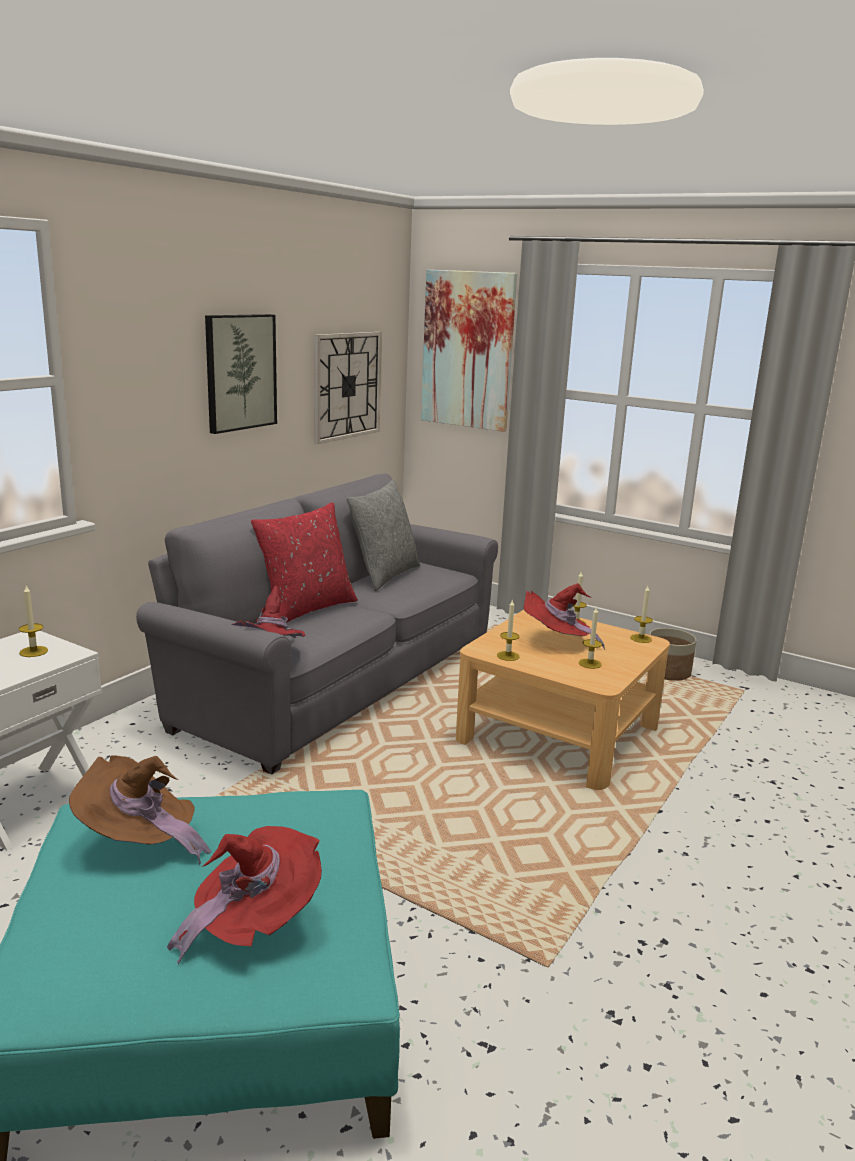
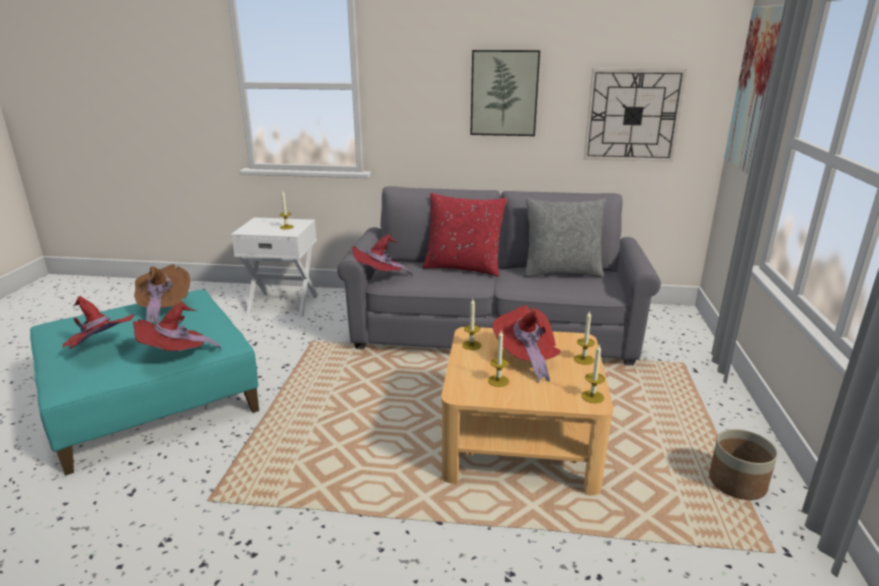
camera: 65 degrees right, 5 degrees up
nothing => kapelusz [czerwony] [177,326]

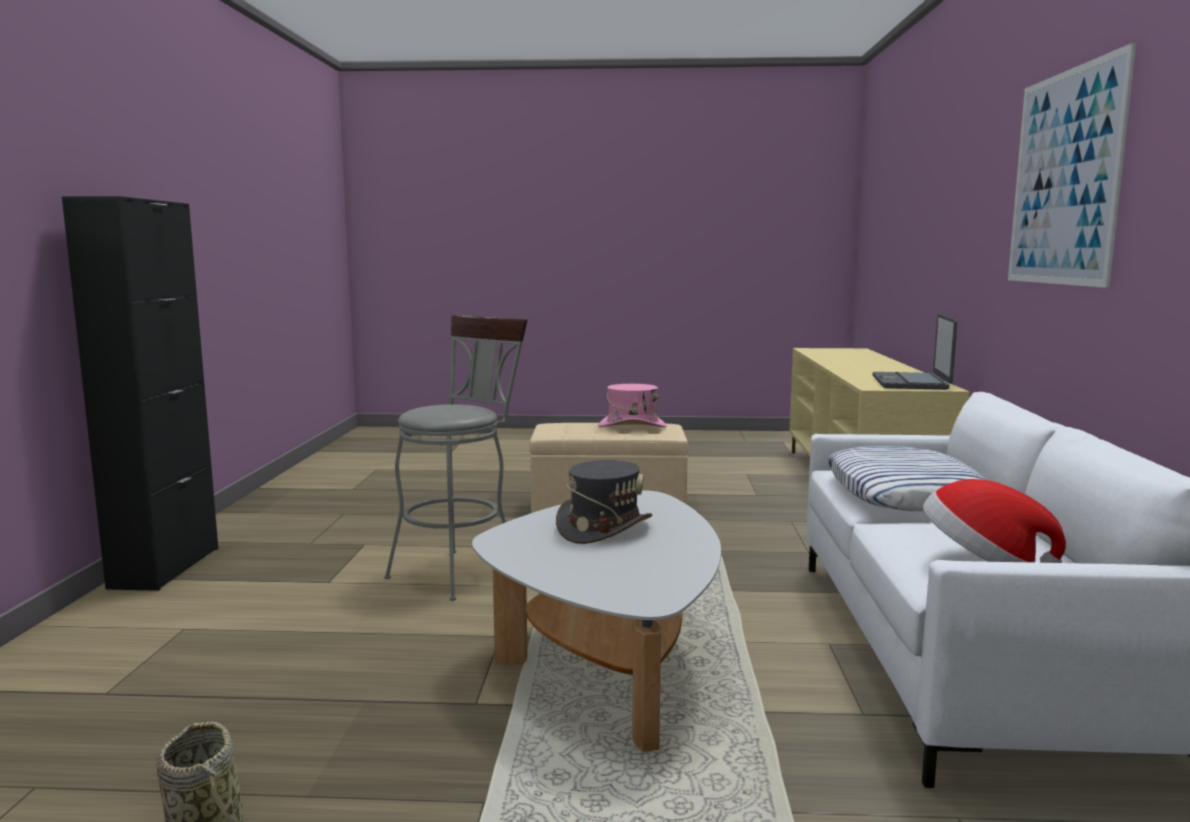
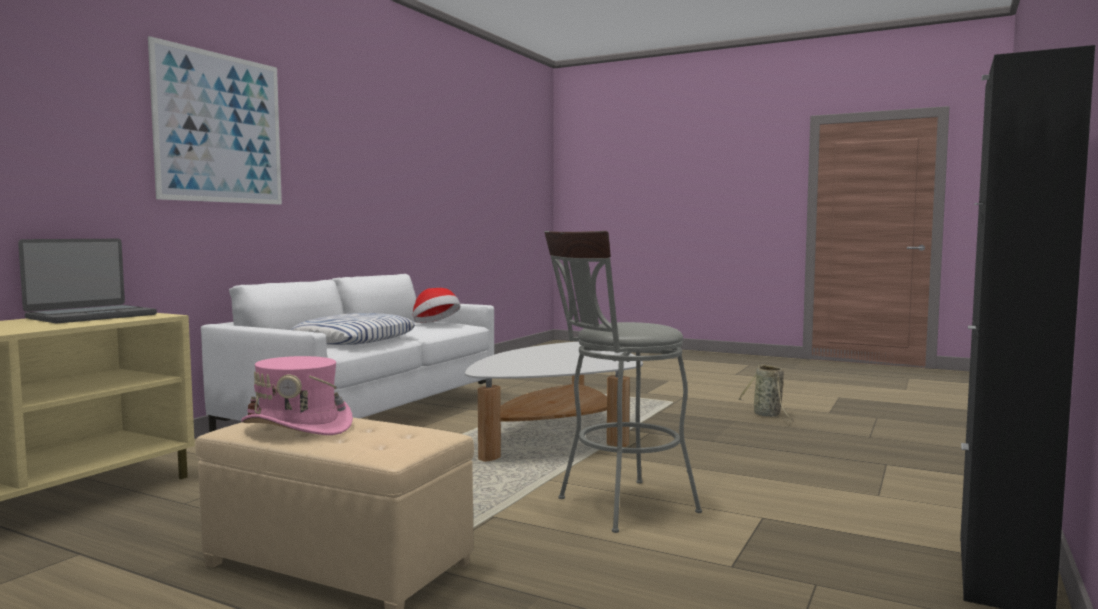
camera: 155 degrees left, 5 degrees down
kapelusz [szary] [604,502] => nothing

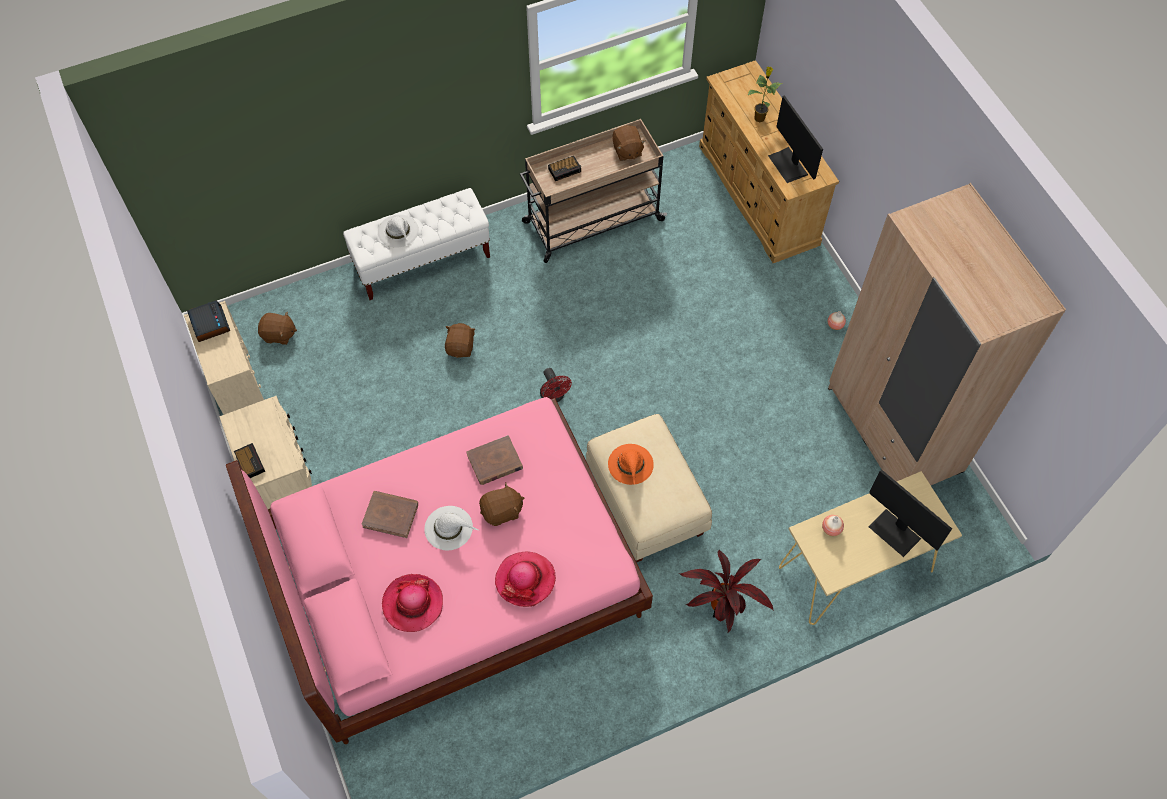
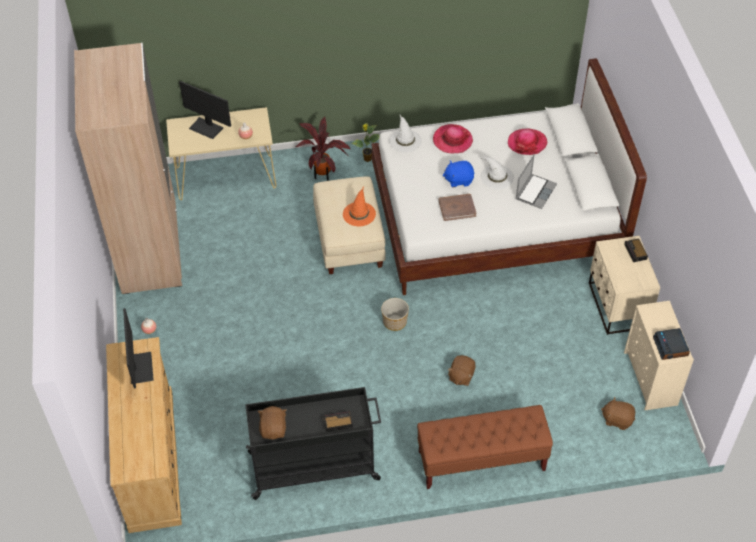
camera: 165 degrees left, 10 degrees down
łóżko [różowy] [439,570] => łóżko [biały] [509,176]
ławka [biały] [416,244] => ławka [brązowy] [485,447]
książka [brązowy] [390,514] => laptop [536,181]
kapelusz [biały] [398,231] => kapelusz [biały] [405,134], moved
pluszak [brązowy] [501,504] => pluszak [niebieski] [458,173]
wózek [beżowy] [593,191] => wózek [czarny] [313,443]
wentylator [czerwony] [556,385] => donica [395,314]
roślina doniczkowa [765,94] => roślina doniczkowa [366,142], moved
monitor [910,513] => monitor [205,110], 150 degrees clockwise

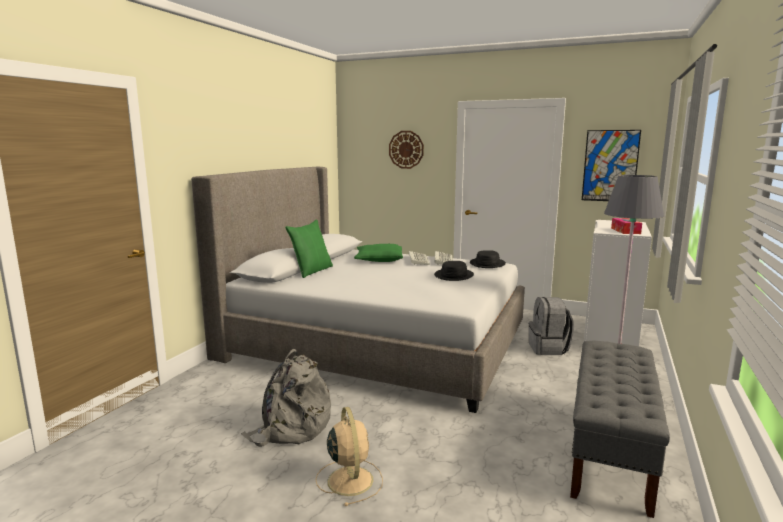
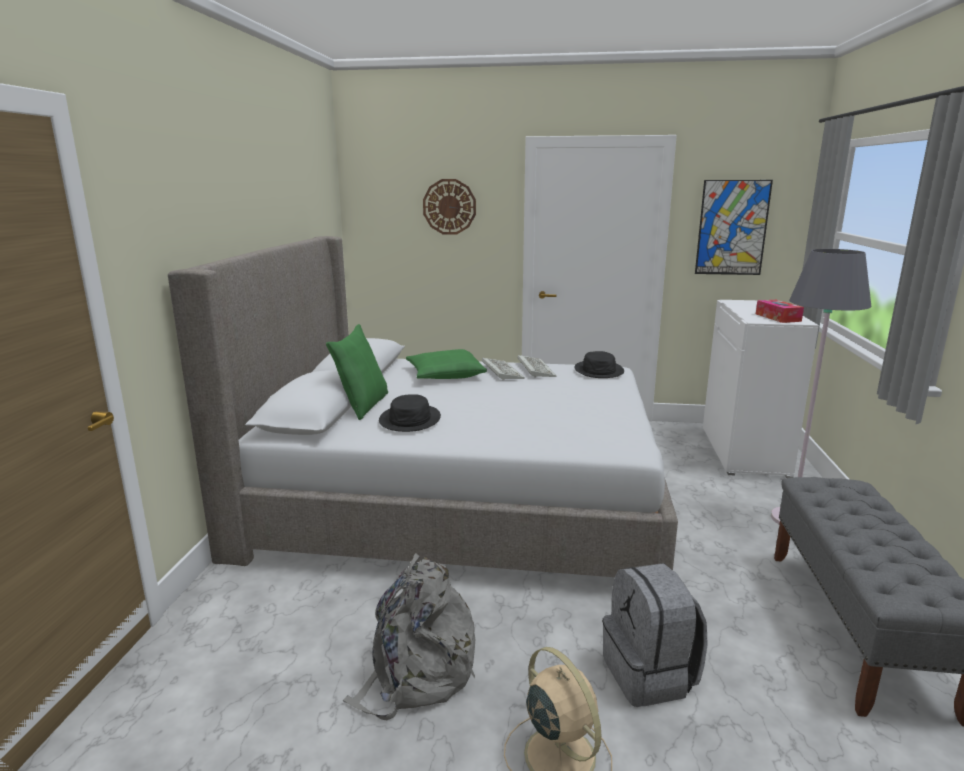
camera: 15 degrees left, 5 degrees up
kapelusz [czarny] [454,271] => kapelusz [czarny] [410,413], moved
plecak [szary] [551,326] => plecak [szary] [655,635], moved

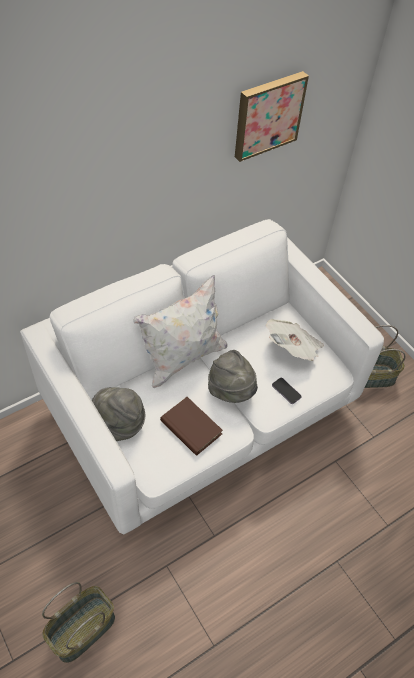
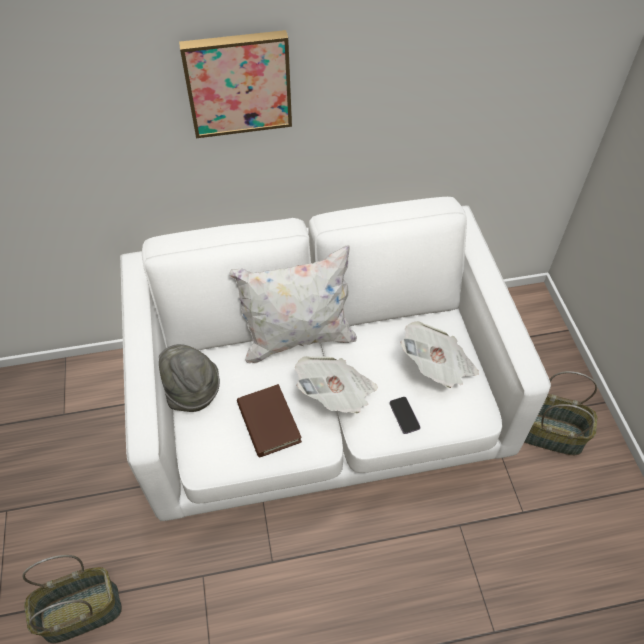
camera: 25 degrees right, 0 degrees up
kapelusz [szary] [233,376] => gazeta [336,385]
obraz [272,116] => obraz [235,84], moved

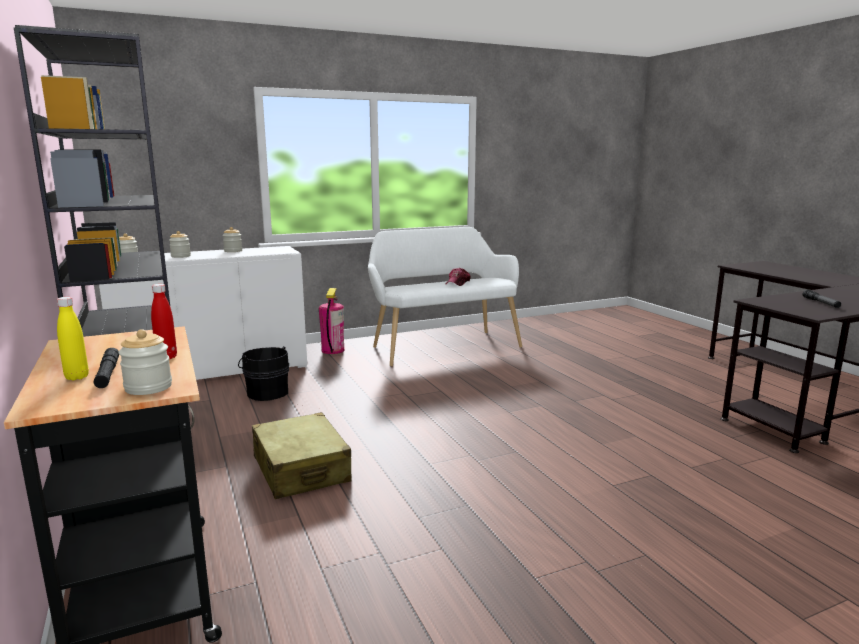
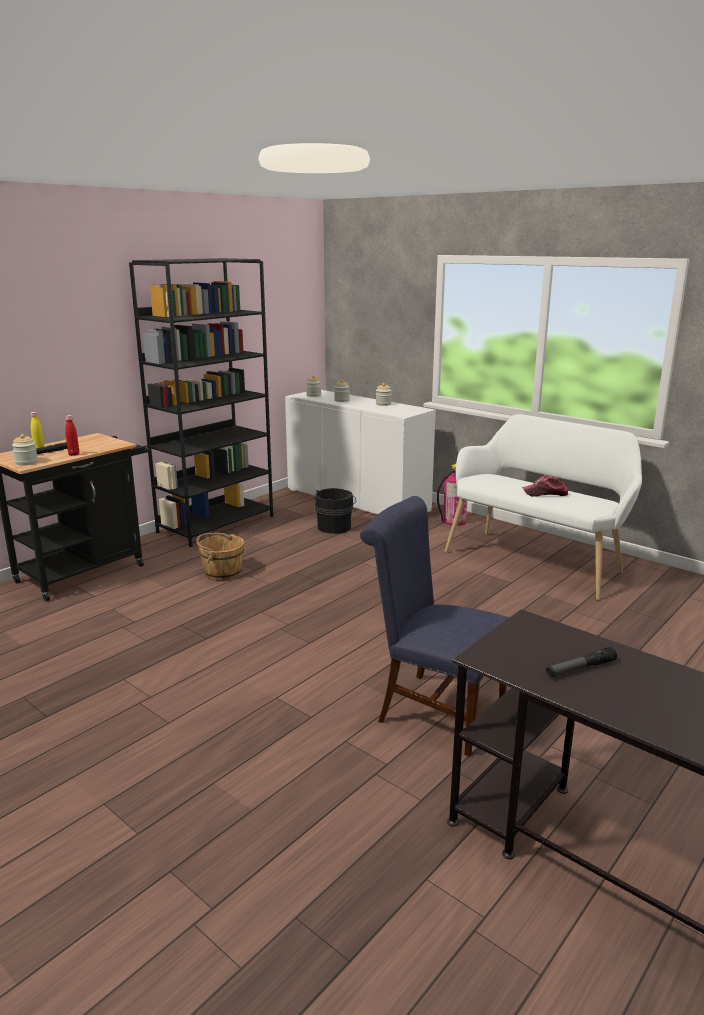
camera: 65 degrees right, 5 degrees up
walizka [beżowy] [302,455] => wiadro [brązowy] [220,556]
nothing => krzesło [niebieski] [435,626]

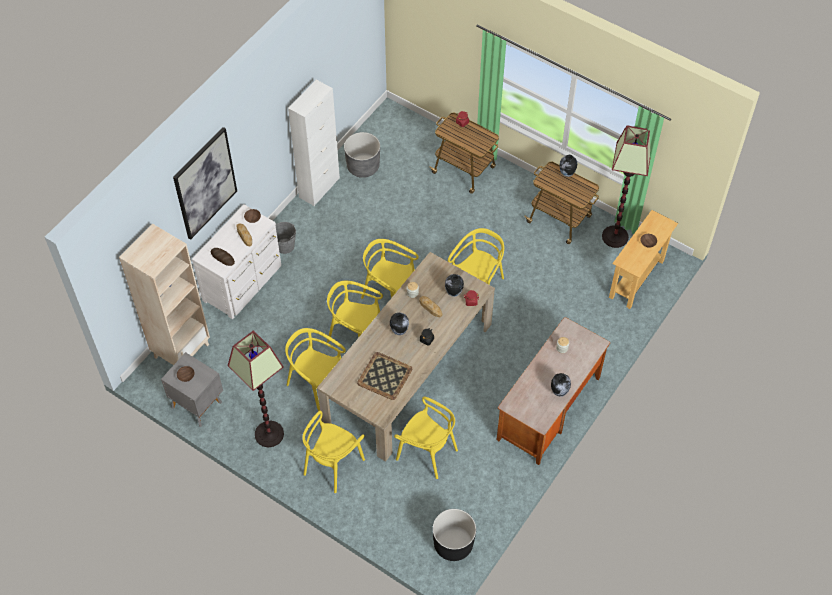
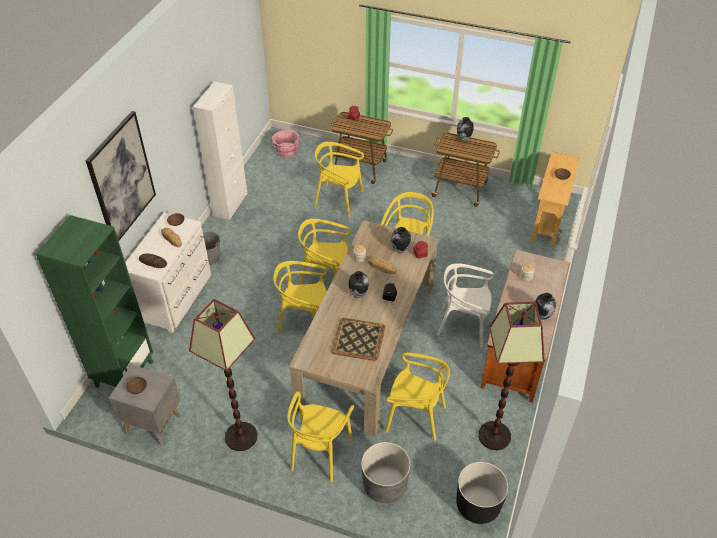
camera: 15 degrees left, 10 degrees down
regał [beżowy] [164,294] => regał [zielony] [94,301]
krzesło [żółty] [315,369] => krzesło [żółty] [339,179], moved
donica [szary] [362,155] => donica [szary] [386,472], moved
lampa stojąca [626,187] => lampa stojąca [511,376], moved
nothing => wiadro [różowy] [286,143]
nothing => krzesło [biały] [465,305]

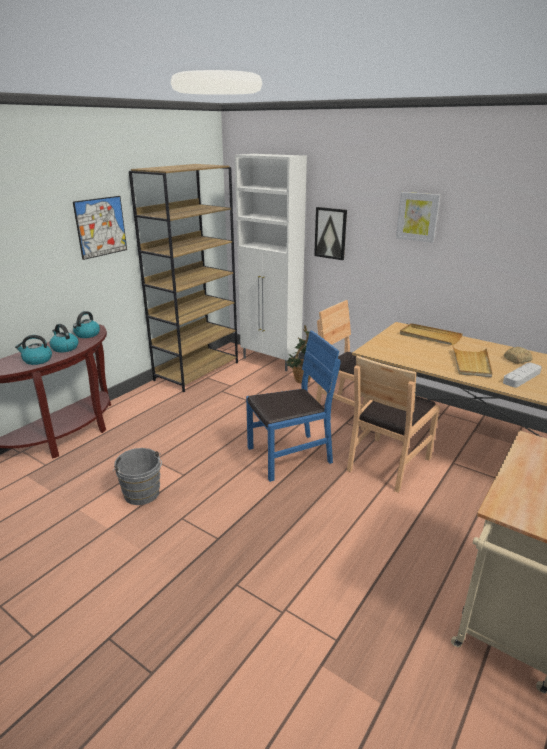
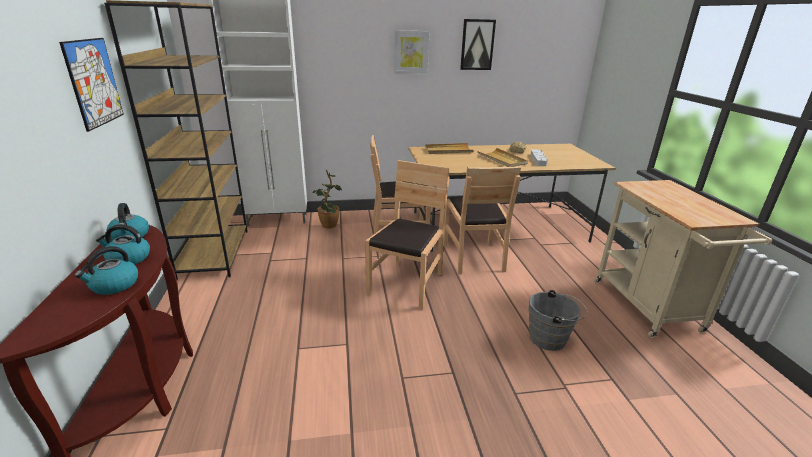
camera: 45 degrees left, 0 degrees up
wiadro [szary] [137,476] => wiadro [szary] [558,320], moved
krzesło [niebieski] [293,406] => krzesło [brązowy] [407,235]
obraz [330,233] => obraz [478,44], moved

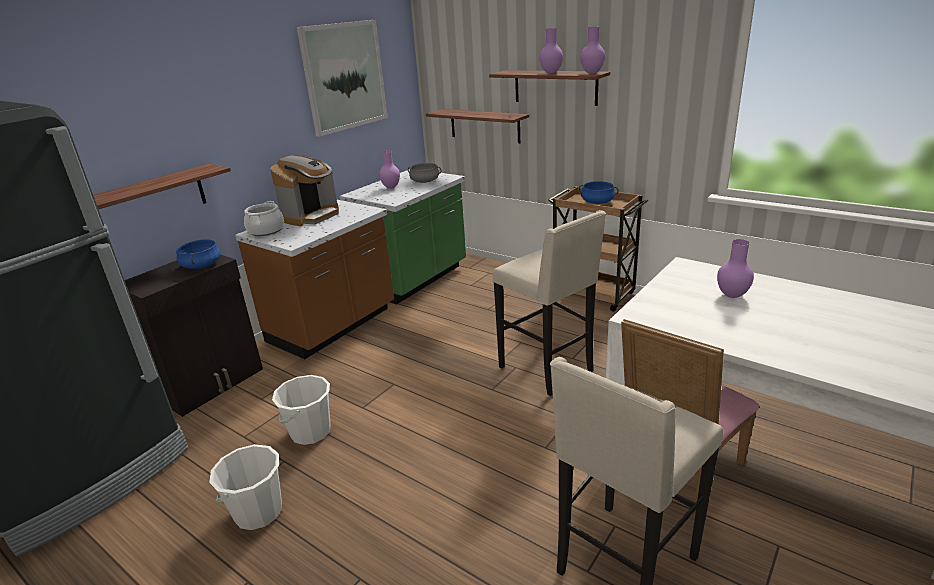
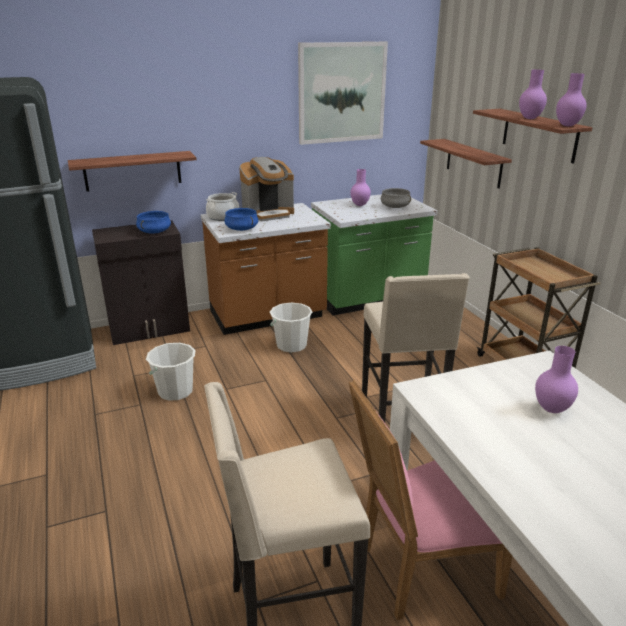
camera: 30 degrees right, 0 degrees up
wiadro [biały] [245,487] => wiadro [biały] [291,327], moved
garnek [niebieski] [599,192] => garnek [niebieski] [241,219], moved

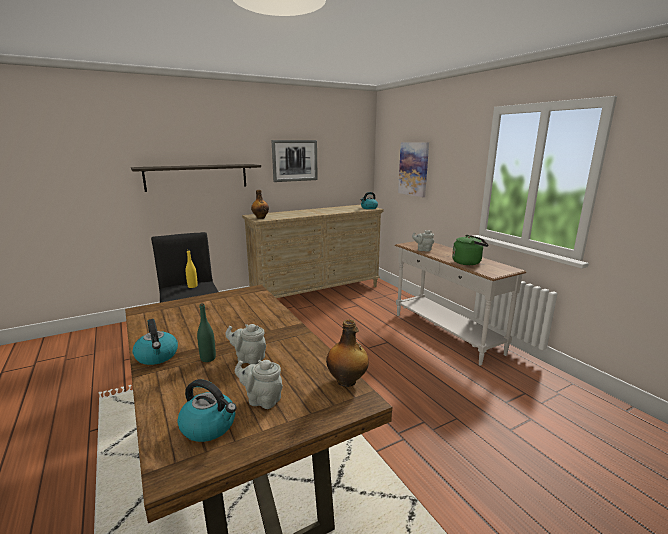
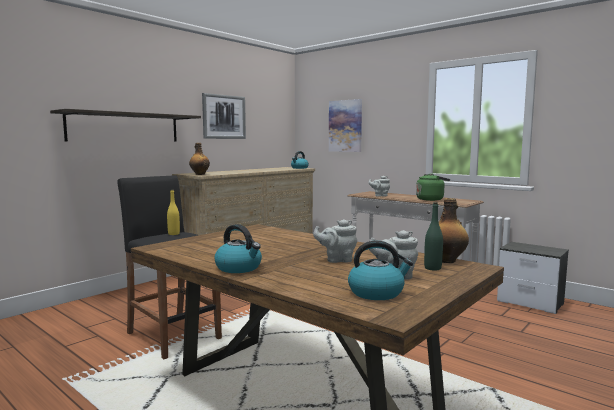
camera: 20 degrees left, 10 degrees down
butelka [zielony] [206,332] => butelka [zielony] [433,236], moved
nothing => szafka nocna [533,278]

